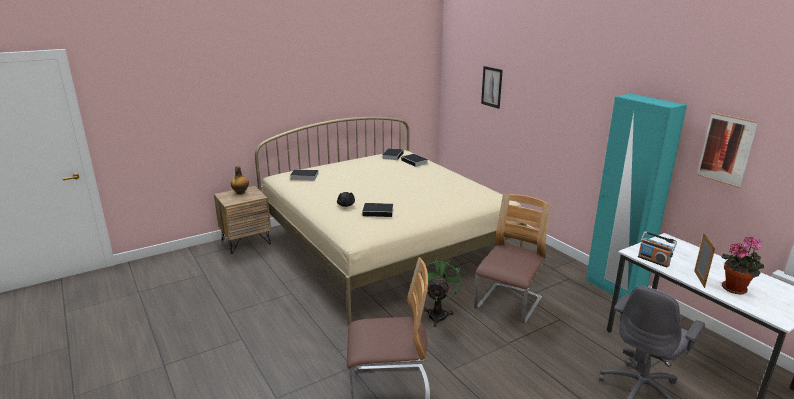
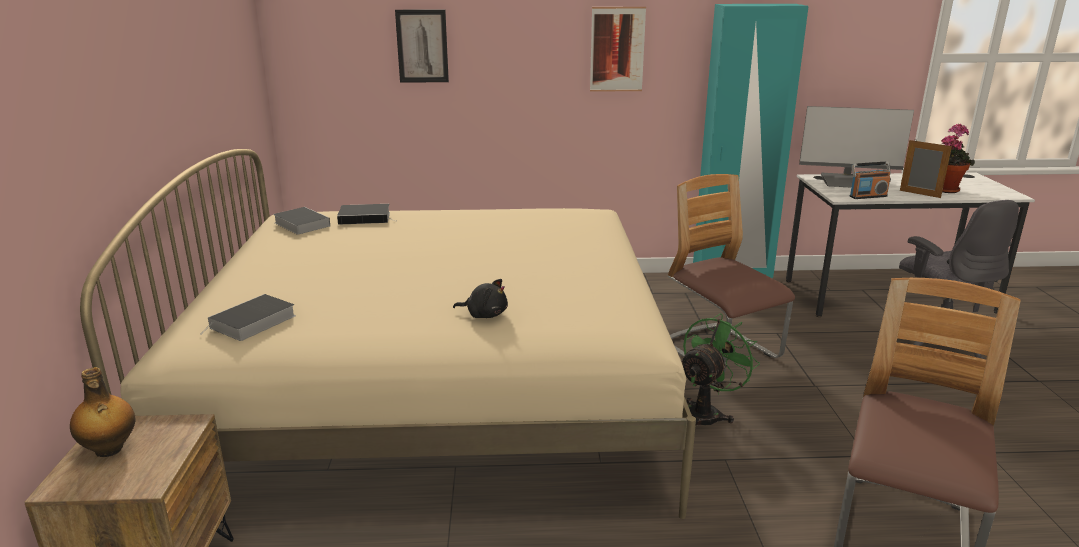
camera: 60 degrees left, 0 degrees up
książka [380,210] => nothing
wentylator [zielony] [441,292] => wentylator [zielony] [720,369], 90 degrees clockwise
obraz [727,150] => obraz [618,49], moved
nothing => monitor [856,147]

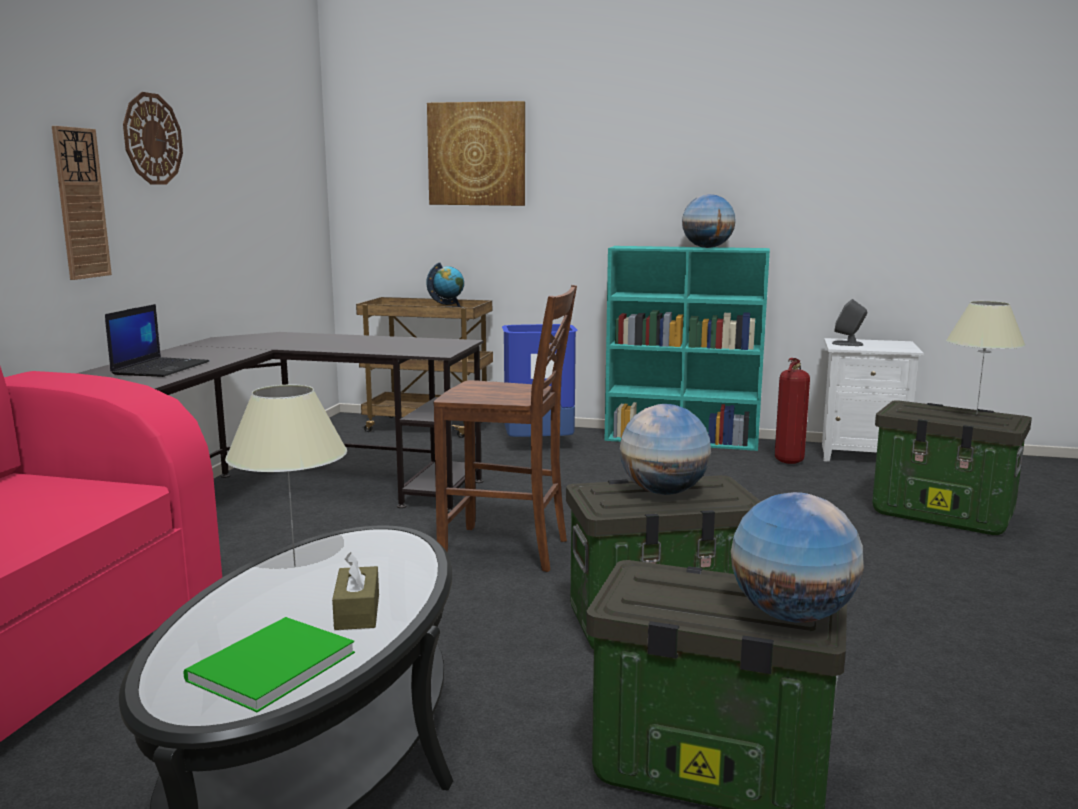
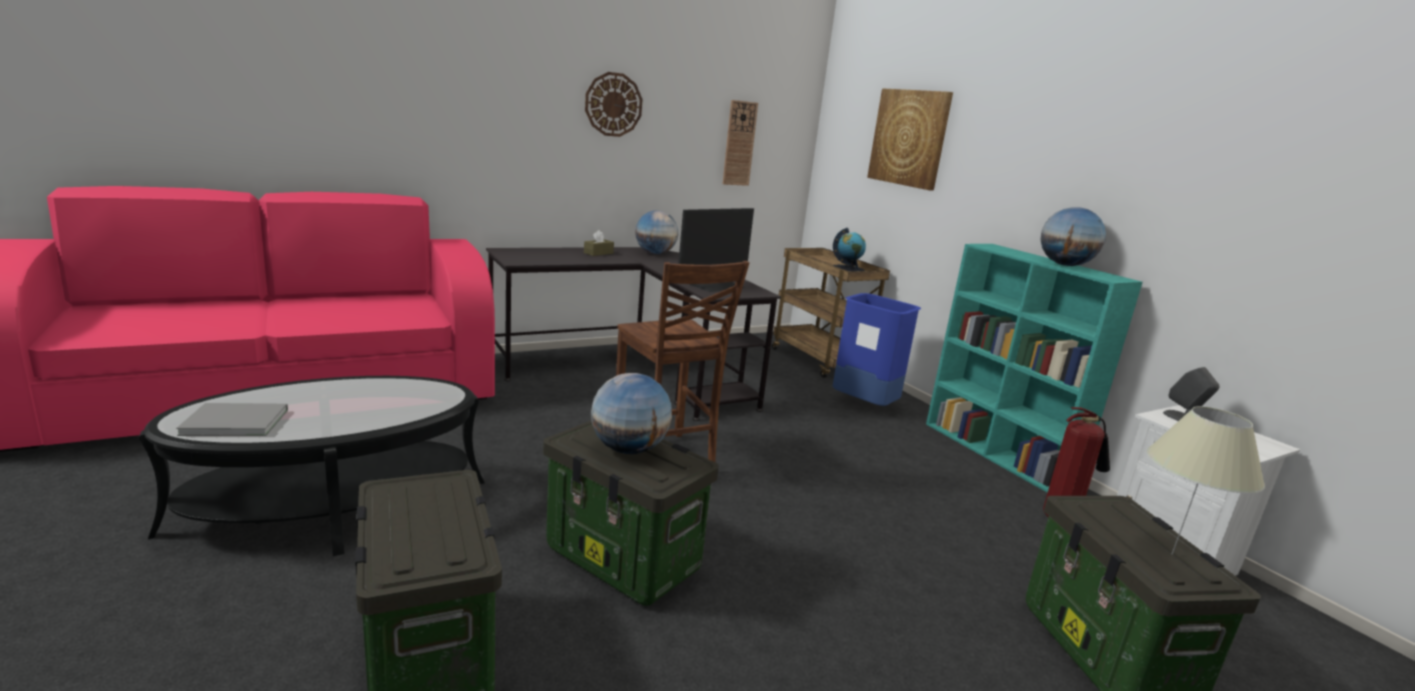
camera: 45 degrees right, 5 degrees up
zegar ścienny [82,203] => zegar ścienny [740,143], moved
laptop [157,340] => nothing
książka [zielony] [269,664] => książka [szary] [232,419]
lampa stołowa [beżowy] [286,476] => nothing
pudełko chusteczek [brązowy] [355,591] => pudełko chusteczek [brązowy] [599,243], moved
globus [797,557] => globus [656,232], moved
nothing => monitor [716,250]

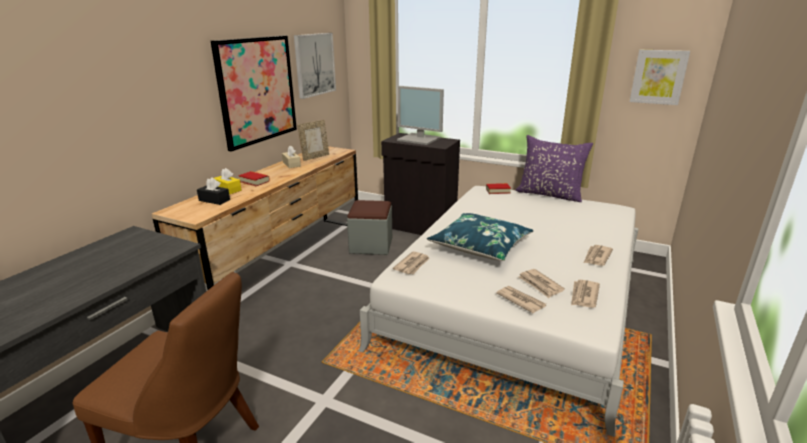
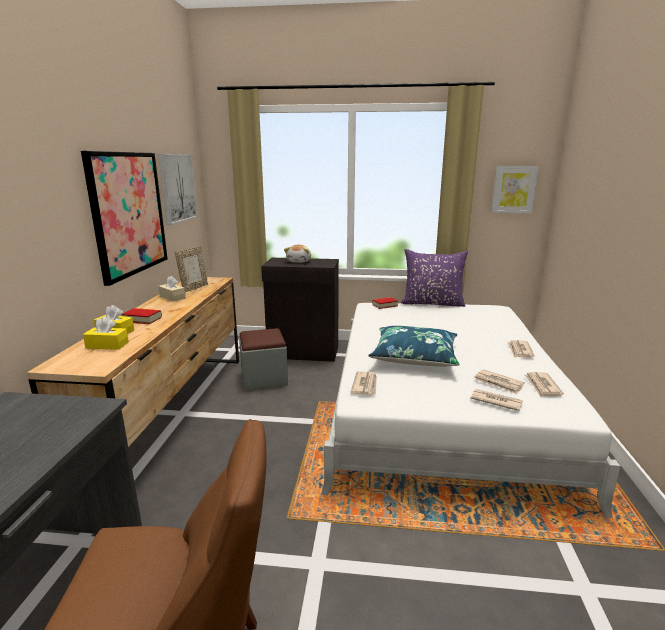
camera: 20 degrees left, 5 degrees down
pudełko chusteczek [czarny] [213,191] => pudełko chusteczek [żółty] [106,333]
monitor [420,115] => pluszak [297,254]

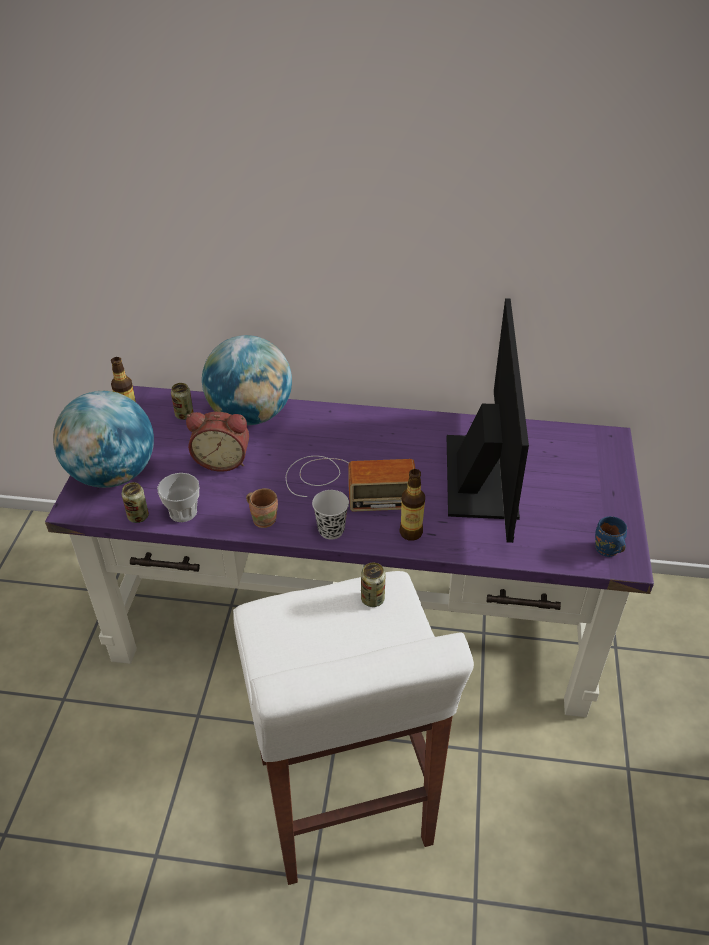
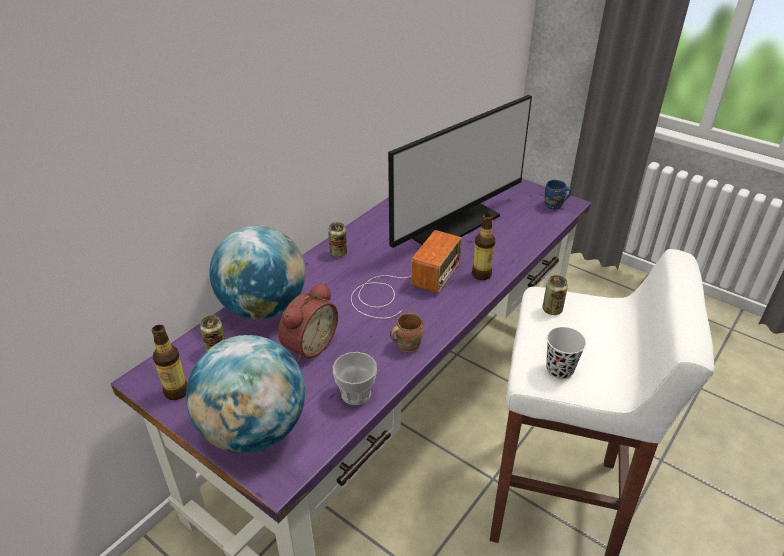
camera: 60 degrees left, 5 degrees down
puszka [135,502] => puszka [337,239], moved
filiżanka [czarny] [330,514] => filiżanka [czarny] [566,353], moved
monitor [488,420] => monitor [460,171], 105 degrees clockwise

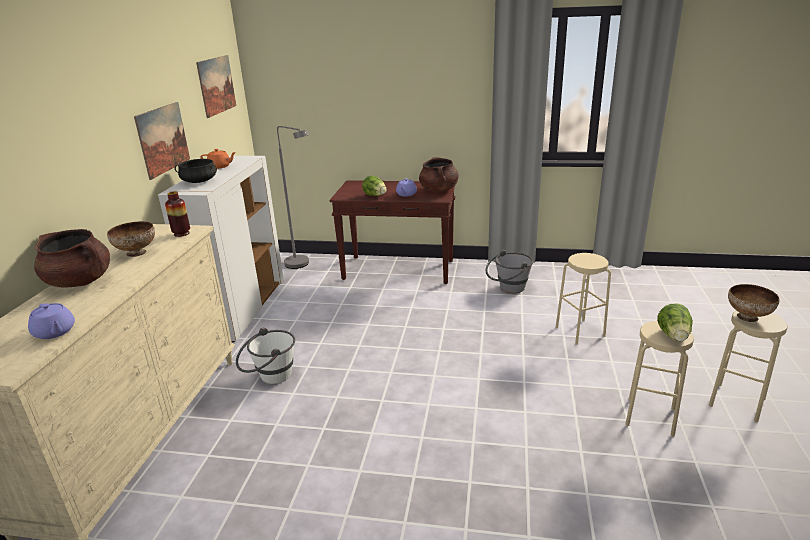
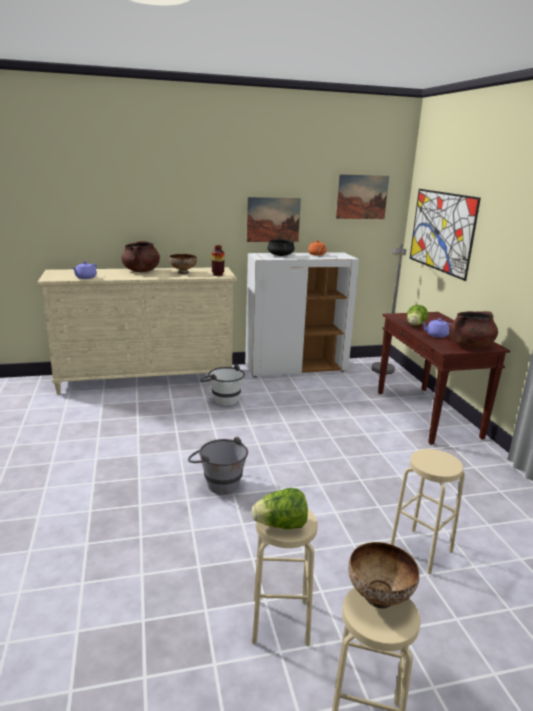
camera: 65 degrees right, 5 degrees down
wiadro [szary] [509,271] => wiadro [szary] [218,465], moved
nothing => obraz [445,235]

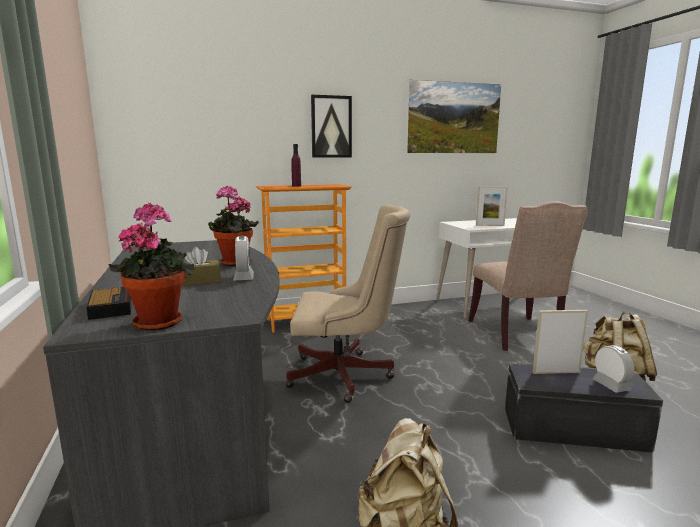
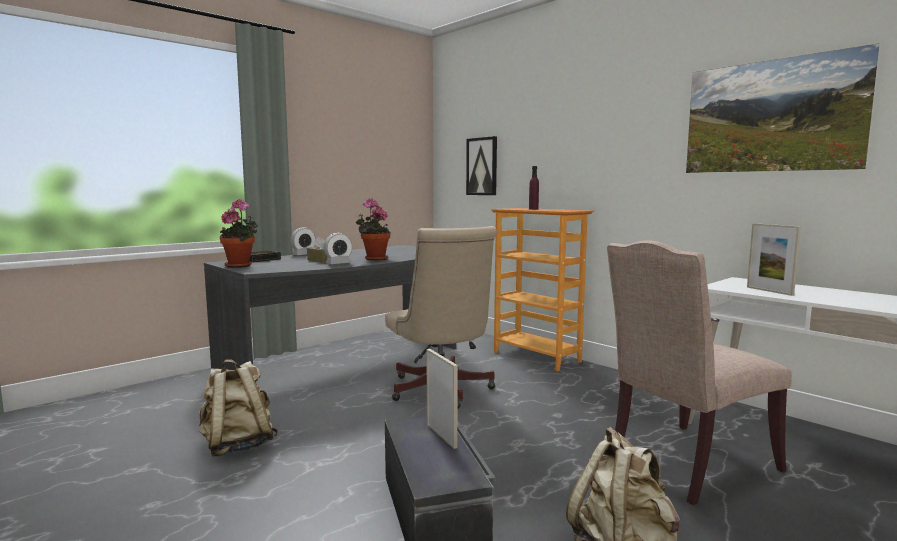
camera: 65 degrees right, 5 degrees down
obraz [331,126] => obraz [481,165], moved
budzik [613,369] => budzik [303,241], moved

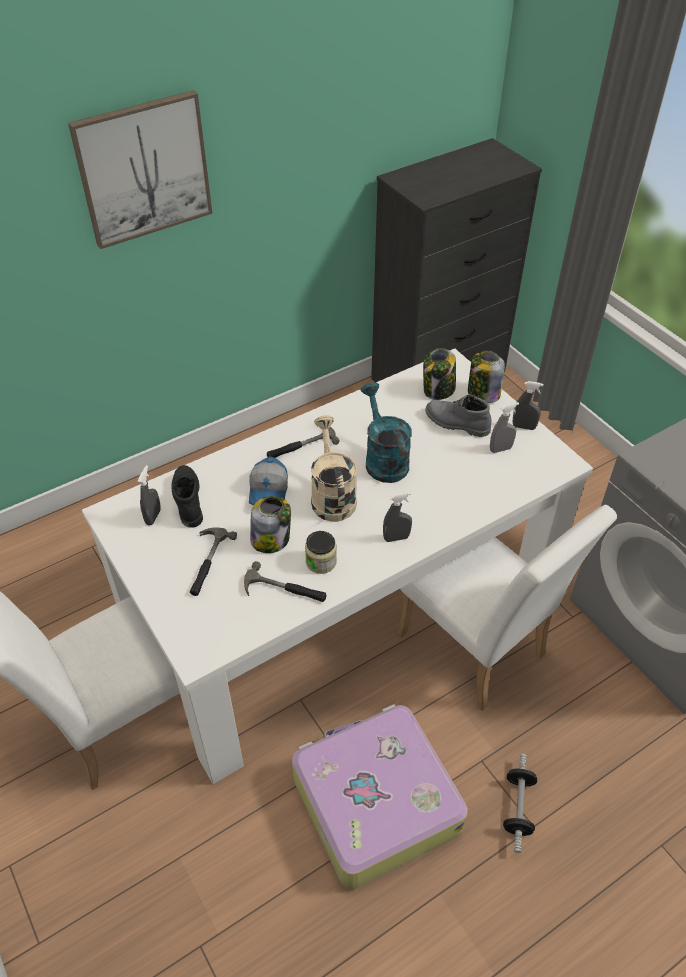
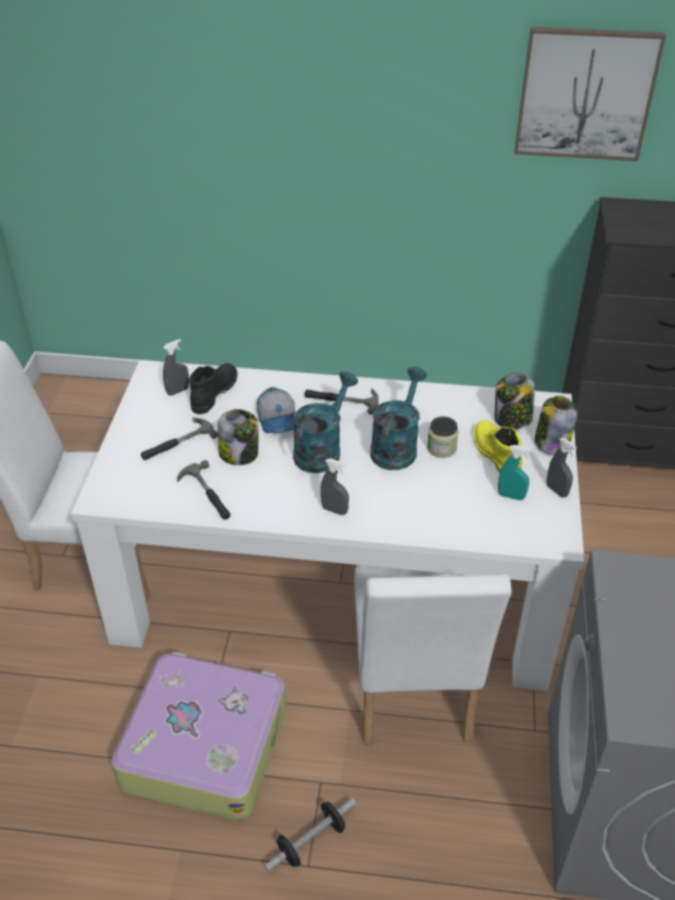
camera: 40 degrees right, 5 degrees down
obraz [140,169] => obraz [590,94], moved
czapka z daszkiem [268,481] => czapka z daszkiem [276,410], 60 degrees counterclockwise
słoik [321,552] => słoik [443,437], moved
konewka [beżowy] [334,468] => konewka [turkusowy] [325,422]
but z cholewką [szary] [458,415] => but z cholewką [żółty] [498,446]
spryskiwacz [szary] [504,427] => spryskiwacz [turkusowy] [514,472]

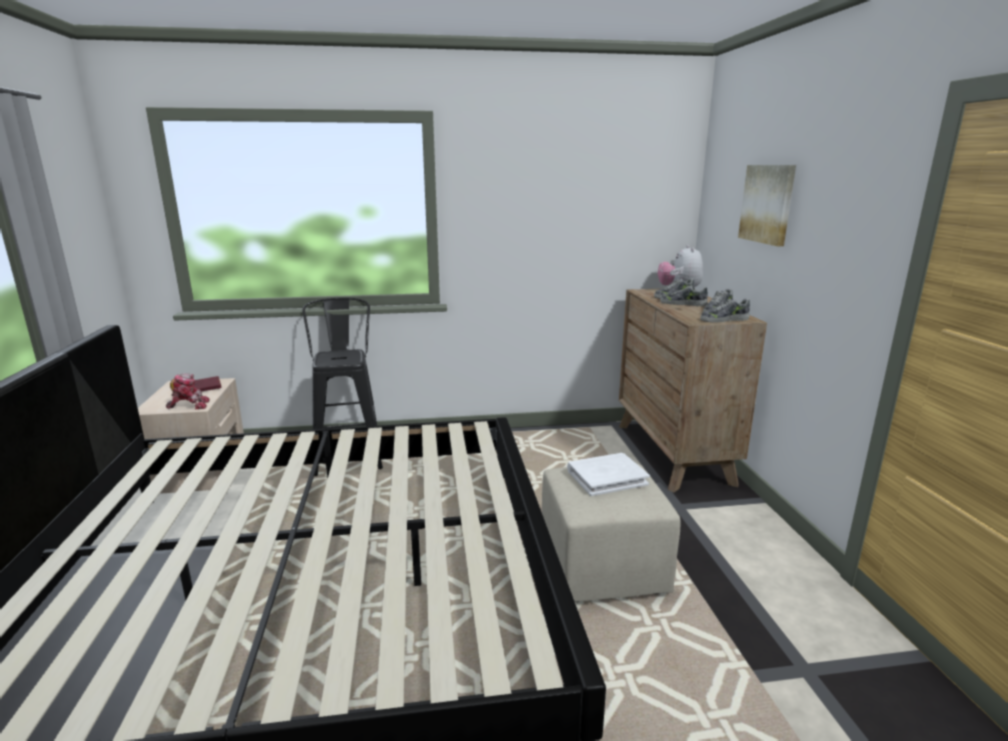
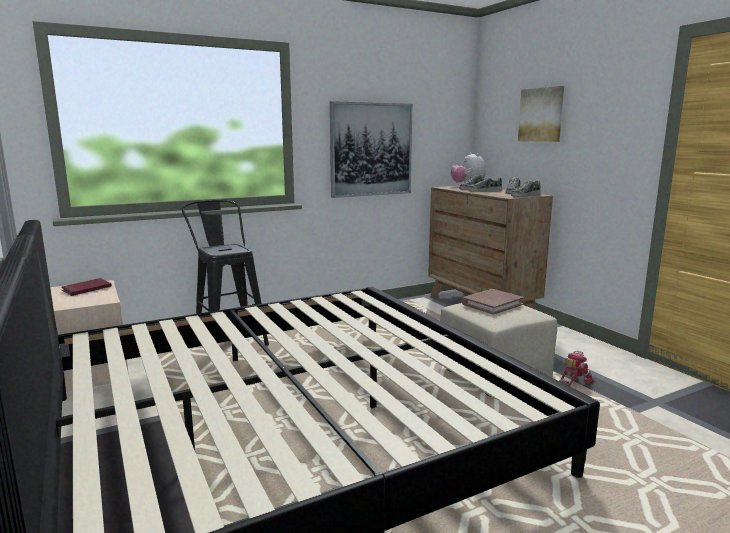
camera: 20 degrees left, 5 degrees down
robot zabawkowy [188,391] => robot zabawkowy [576,369], moved
książka [biały] [608,474] => książka [brązowy] [493,302]
nothing => obraz [371,149]

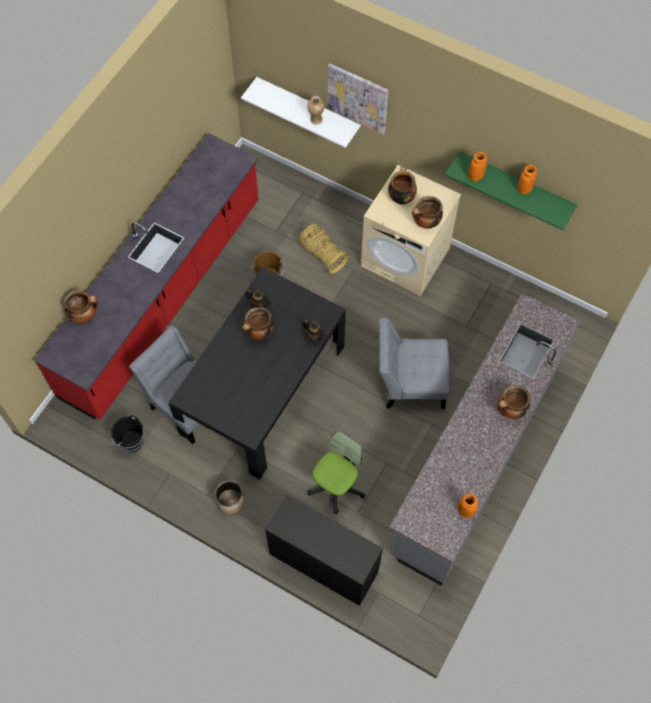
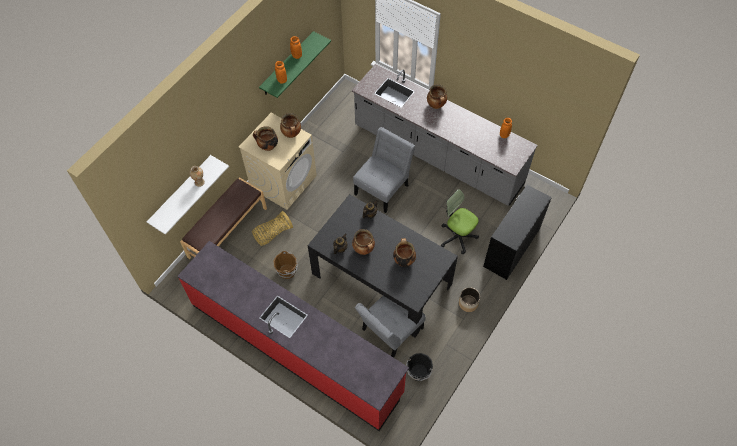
camera: 85 degrees left, 5 degrees down
garnek [80,307] => garnek [404,252], moved
obraz [358,98] => nothing
krzesło [szary] [414,363] => krzesło [szary] [384,170], 150 degrees counterclockwise
nothing => ławka [brązowy] [223,218]

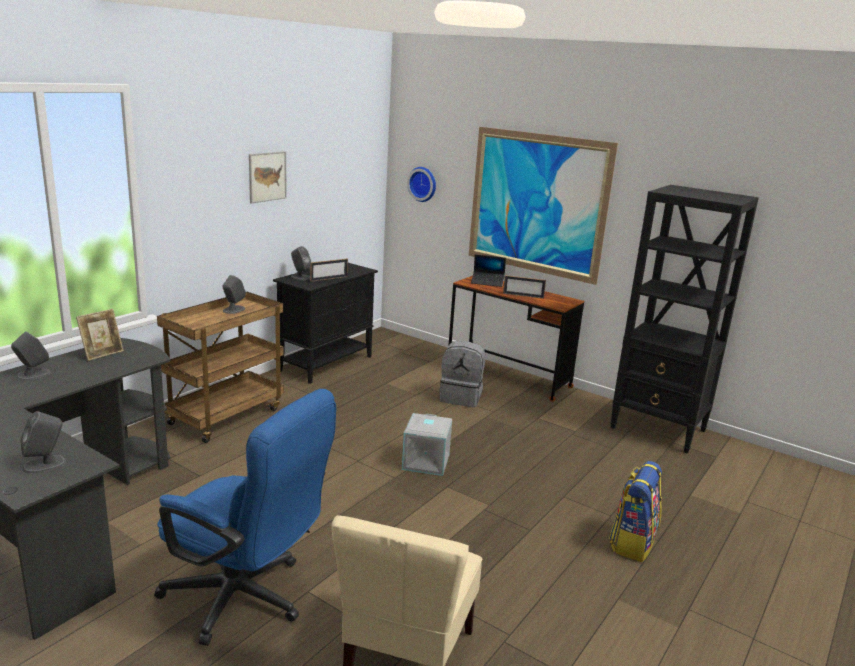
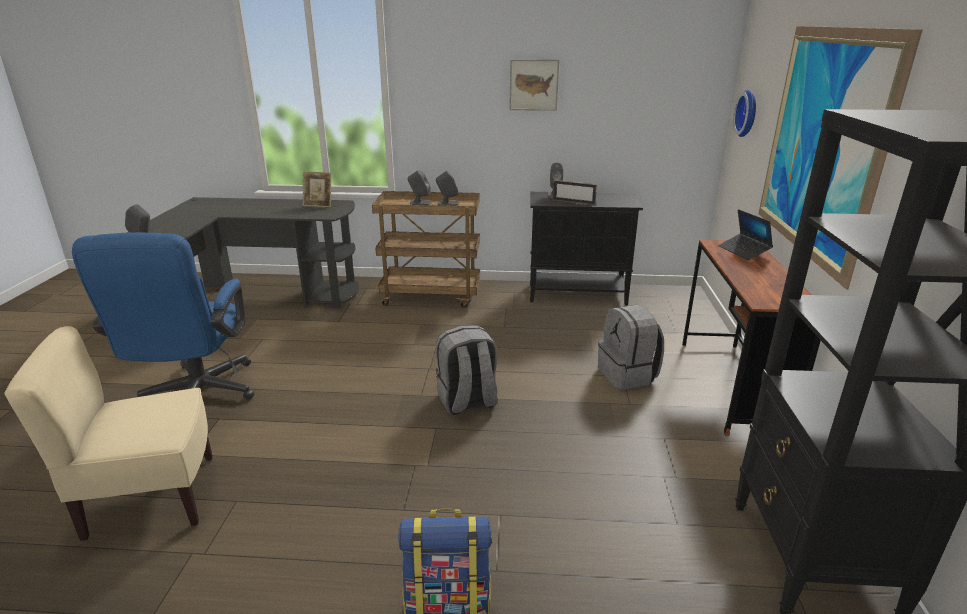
camera: 60 degrees right, 5 degrees up
głośnik [szary] [31,356] => głośnik [szary] [419,187], moved
pojemnik do przechowywania [szary] [427,444] => plecak [szary] [467,370]
ramka na zdjęcie [524,287] => nothing

